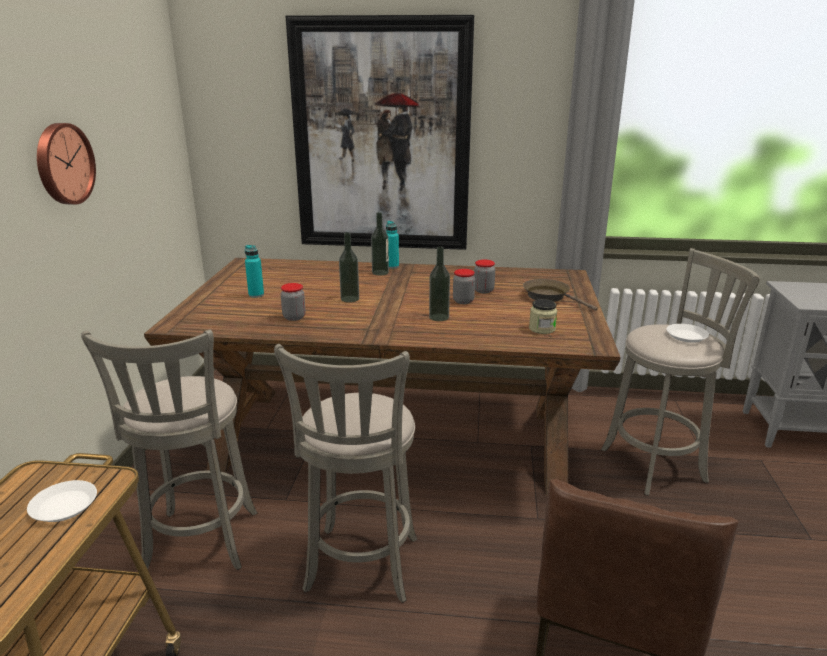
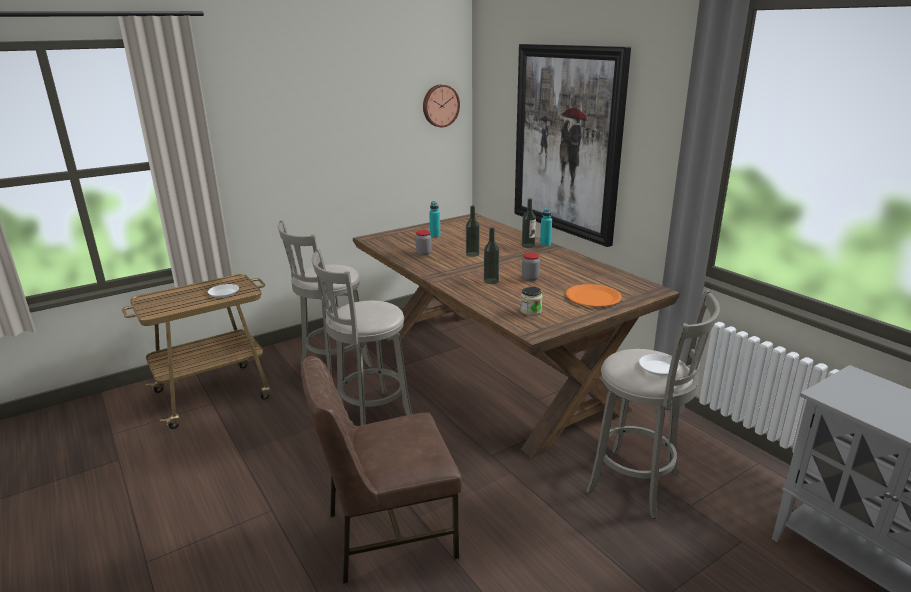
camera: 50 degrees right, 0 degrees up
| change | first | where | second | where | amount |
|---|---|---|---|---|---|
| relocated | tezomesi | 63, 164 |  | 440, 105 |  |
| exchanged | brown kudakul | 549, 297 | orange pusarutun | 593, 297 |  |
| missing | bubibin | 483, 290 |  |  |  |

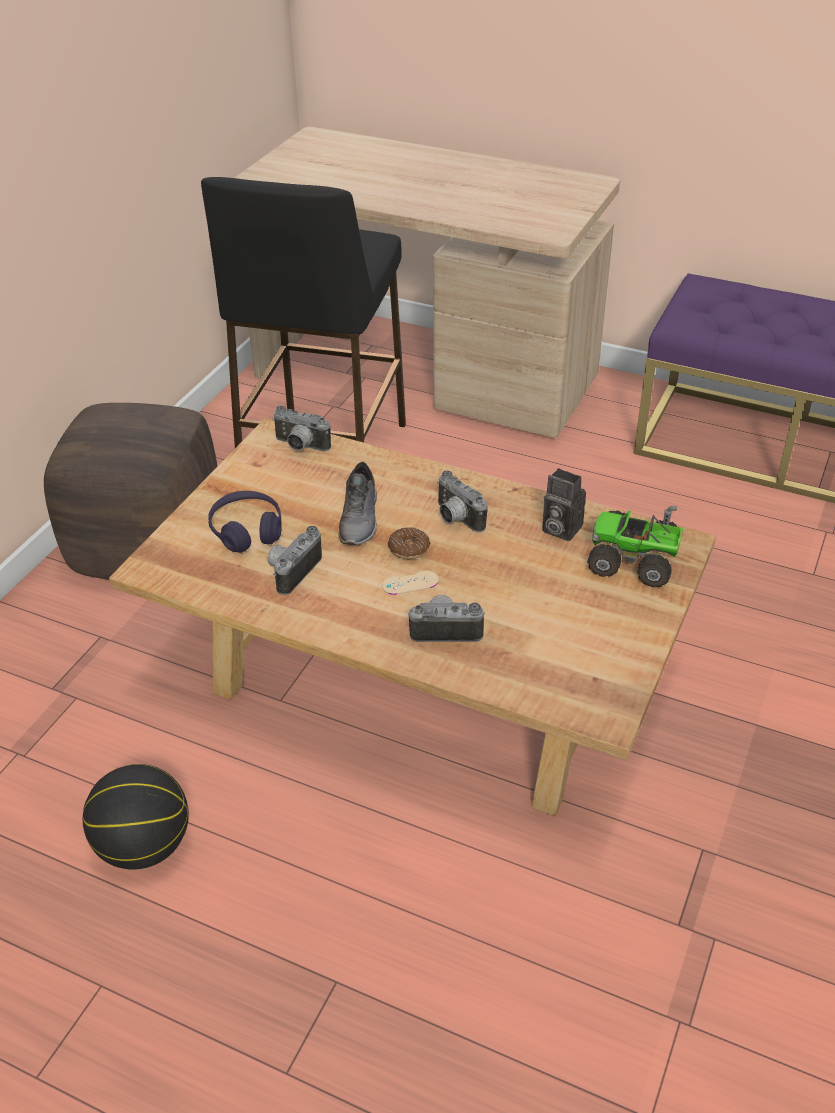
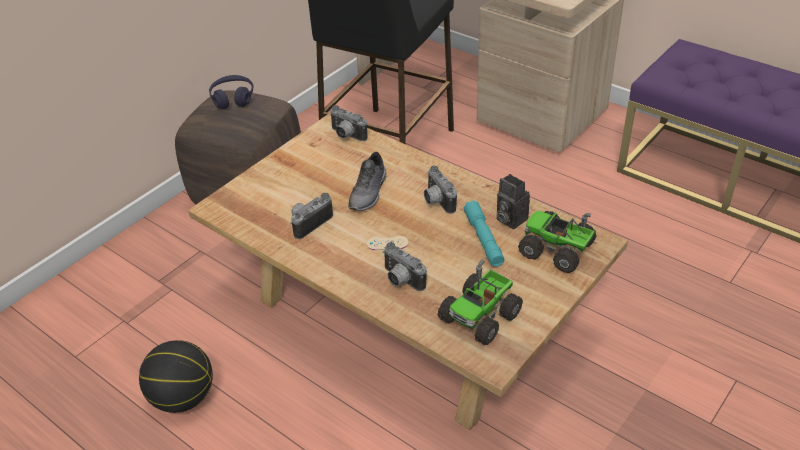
camera: 15 degrees right, 0 degrees up
| change | first | where | second | where | amount |
|---|---|---|---|---|---|
| relocated | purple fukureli | 247, 530 |  | 233, 98 |  |
| spun | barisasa | 446, 629 |  | 400, 280 | 150 degrees counterclockwise |
| appeared |  |  | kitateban | 481, 316 |  |
| appeared |  |  | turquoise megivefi | 483, 239 |  |
| missing | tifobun | 409, 549 |  |  |  |

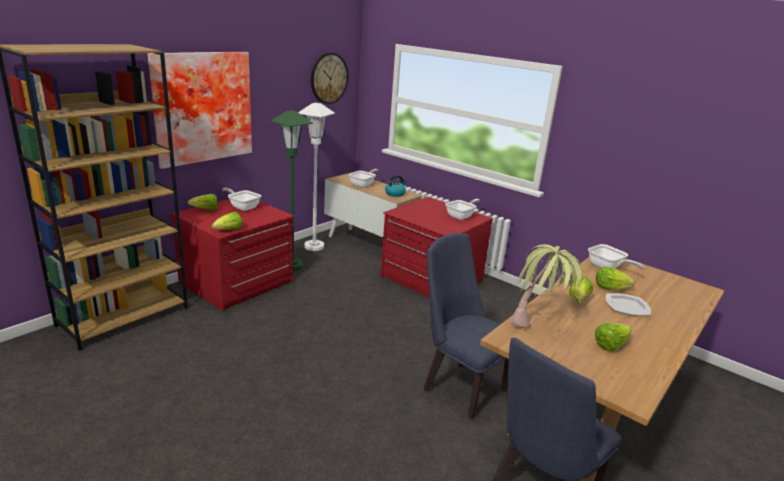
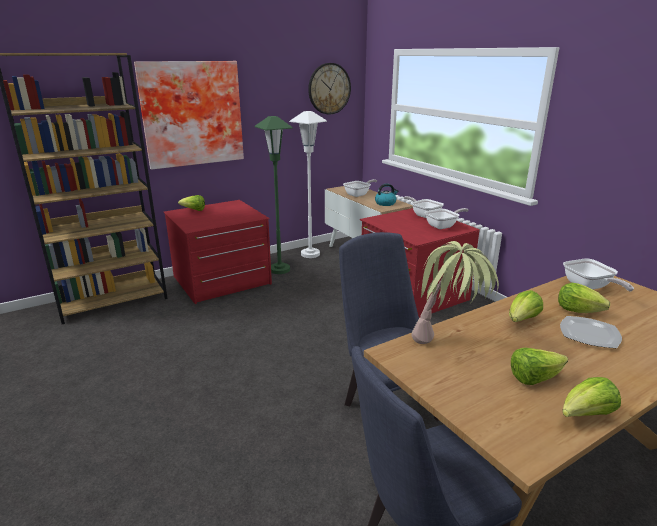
camera: 20 degrees right, 0 degrees up
| change | first | where | second | where | amount |
|---|---|---|---|---|---|
| relocated | kudakul | 242, 207 |  | 424, 215 |  |
| relocated | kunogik | 228, 230 |  | 586, 415 |  |

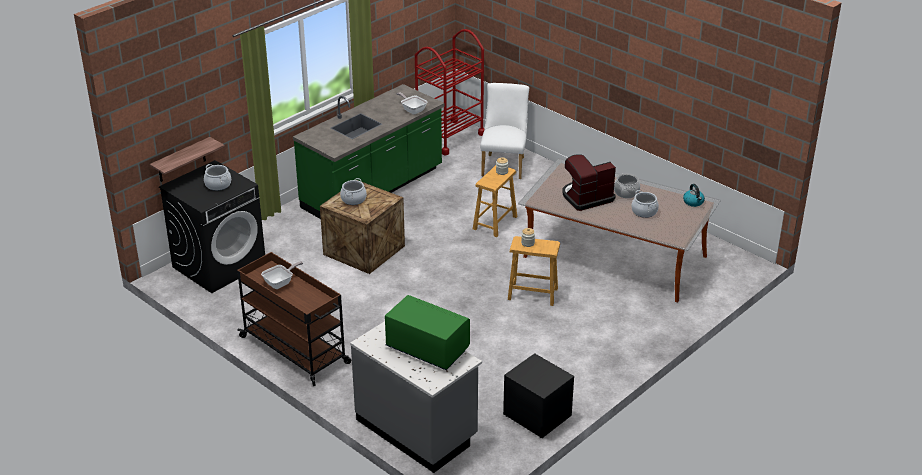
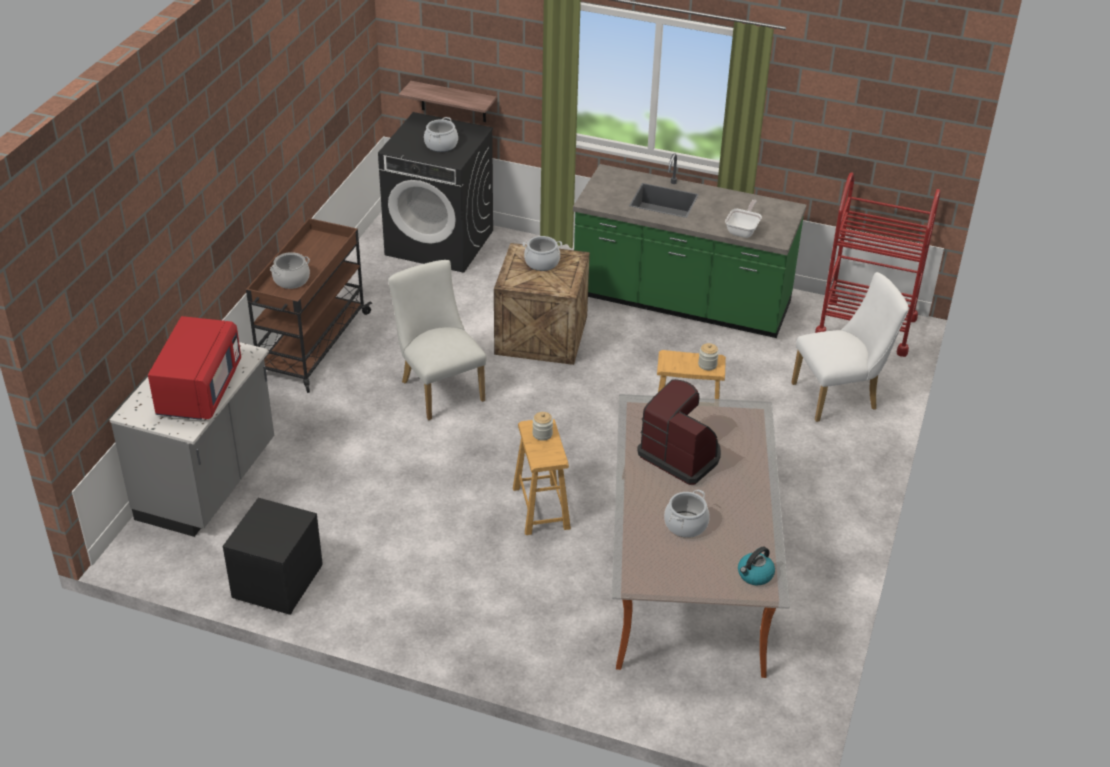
camera: 65 degrees right, 5 degrees up
| change | first | where | second | where | amount |
|---|---|---|---|---|---|
| colour | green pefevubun | 427, 349 | red pefevubun | 199, 390 |  |
| relocated | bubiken | 626, 192 |  | 291, 280 |  |
| appeared |  |  | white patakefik | 439, 388 |  |
| missing | kudakul | 281, 283 |  |  |  |

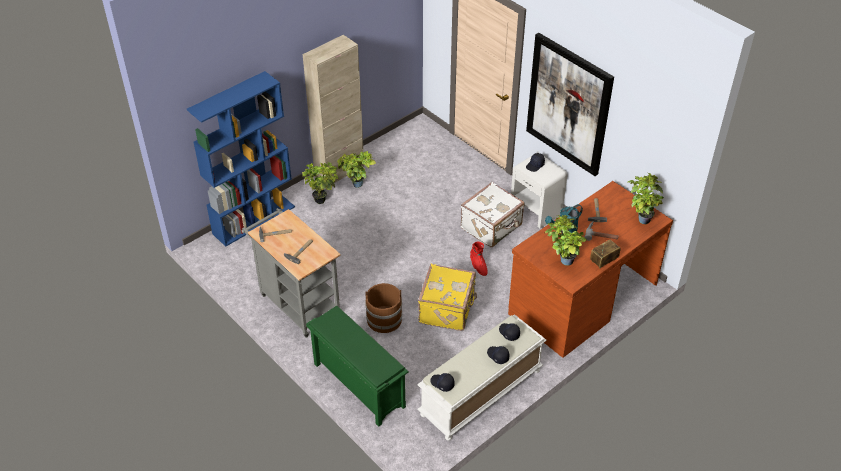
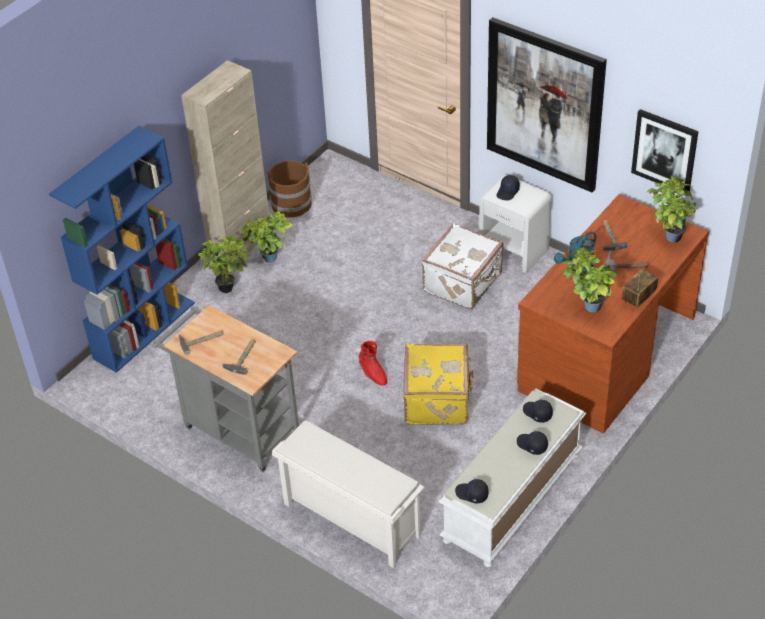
camera: 10 degrees left, 0 degrees up
| change | first | where | second | where | amount |
|---|---|---|---|---|---|
| relocated | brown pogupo | 384, 319 |  | 291, 204 |  |
| colour | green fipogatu | 357, 385 | white fipogatu | 350, 519 |  |
| relocated | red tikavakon | 478, 266 |  | 373, 374 |  |
| appeared |  |  | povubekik | 665, 151 |  |

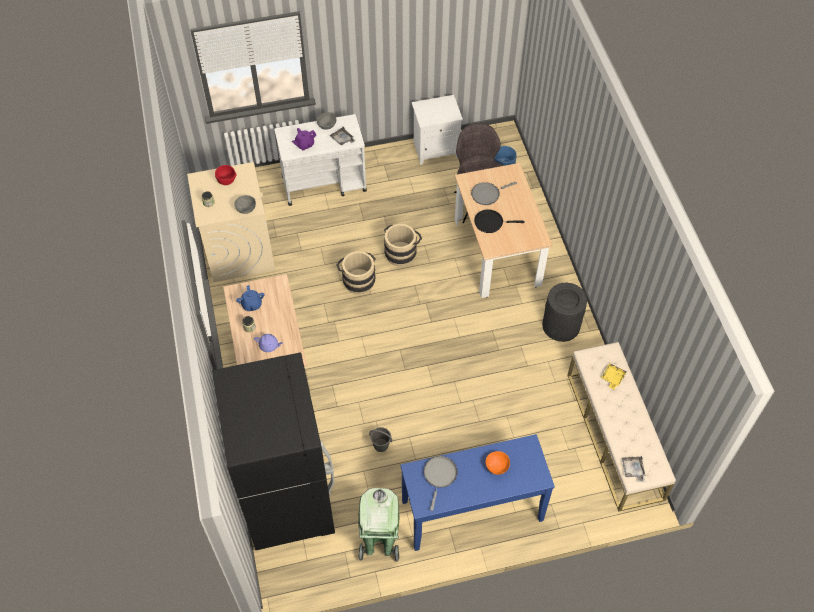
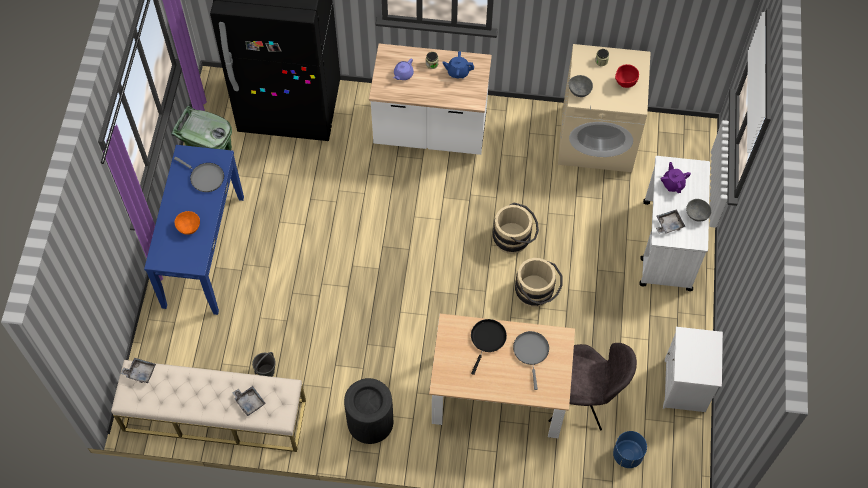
camera: 110 degrees right, 5 degrees up
| change | first | where | second | where | amount |
|---|---|---|---|---|---|
| colour | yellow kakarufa | 612, 378 | grey kakarufa | 249, 402 |  |
| relocated | grey pogupo | 380, 445 |  | 266, 371 |  |

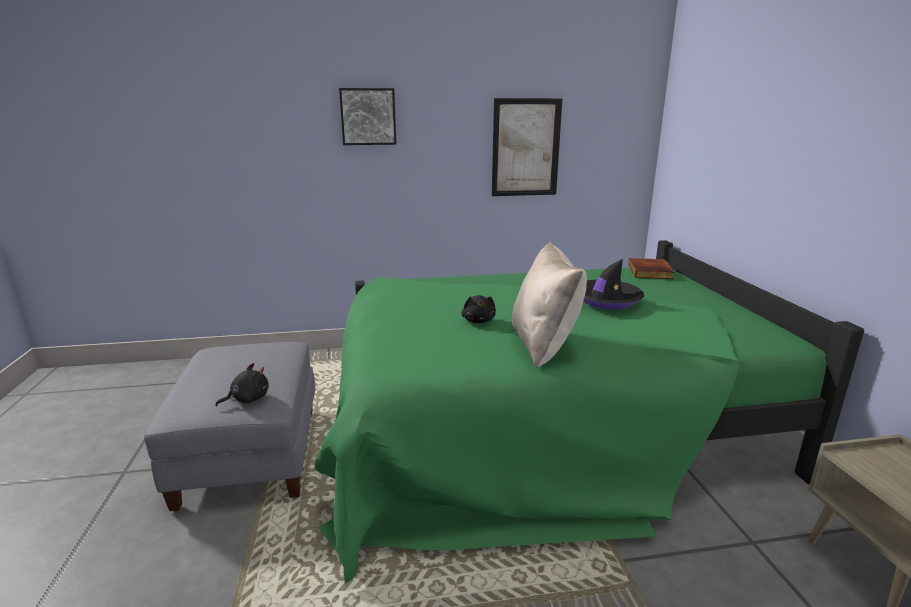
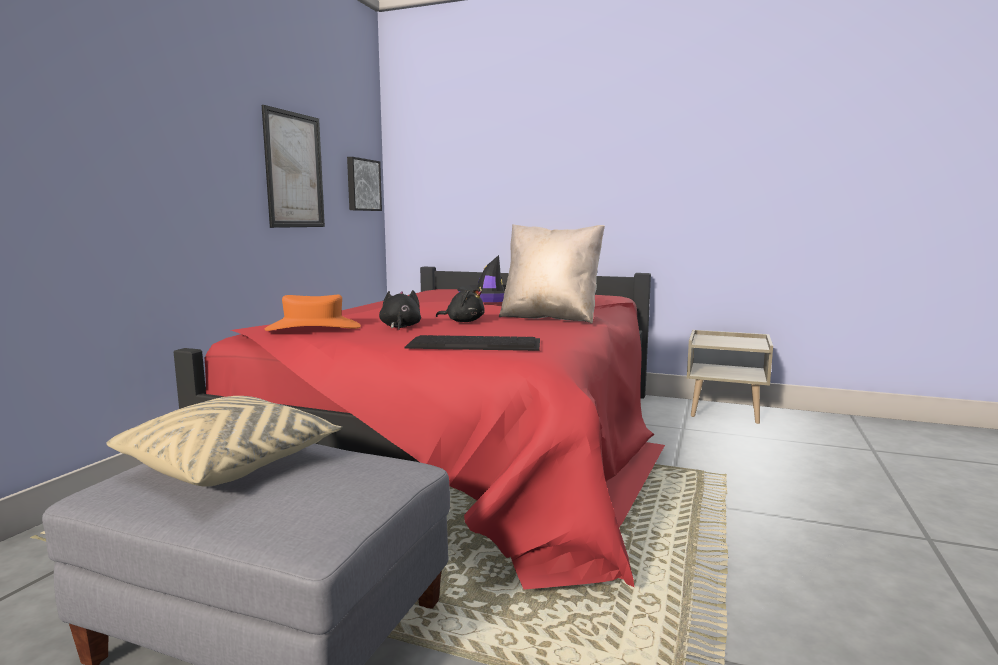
camera: 60 degrees left, 10 degrees down
| change | first | where | second | where | amount |
|---|---|---|---|---|---|
| appeared |  |  | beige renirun | 231, 464 |  |
| colour | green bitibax | 542, 422 | red bitibax | 476, 441 |  |
| appeared |  |  | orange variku | 313, 328 |  |
| relocated | povubekik | 368, 116 |  | 362, 185 |  |
| relocated | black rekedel | 247, 399 |  | 400, 327 |  |
| appeared |  |  | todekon | 476, 343 |  |
| missing | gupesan | 651, 272 |  |  |  |

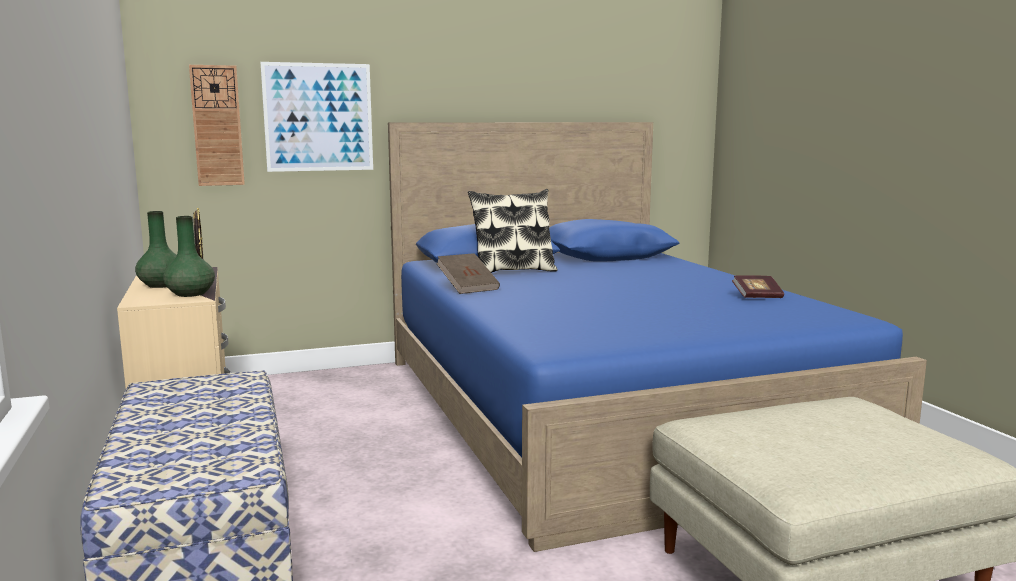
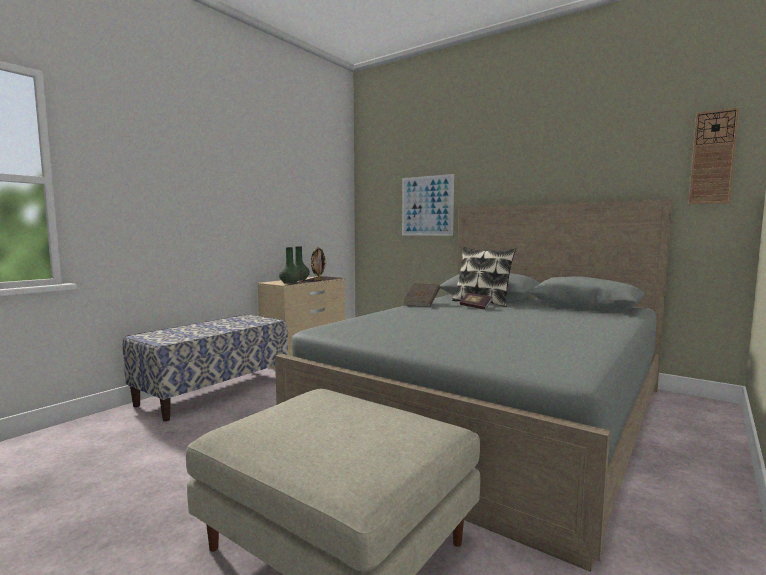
camera: 55 degrees right, 5 degrees down
| change | first | where | second | where | amount |
|---|---|---|---|---|---|
| colour | blue bitibax | 604, 410 | grey bitibax | 496, 413 |  |
| relocated | gupesan | 757, 297 |  | 475, 307 |  |
| relocated | tezomesi | 217, 126 |  | 713, 157 |  |

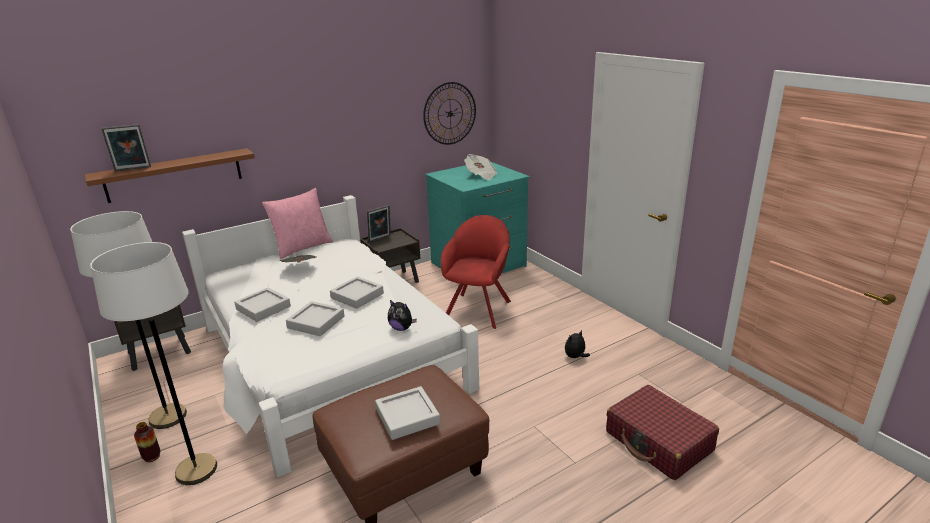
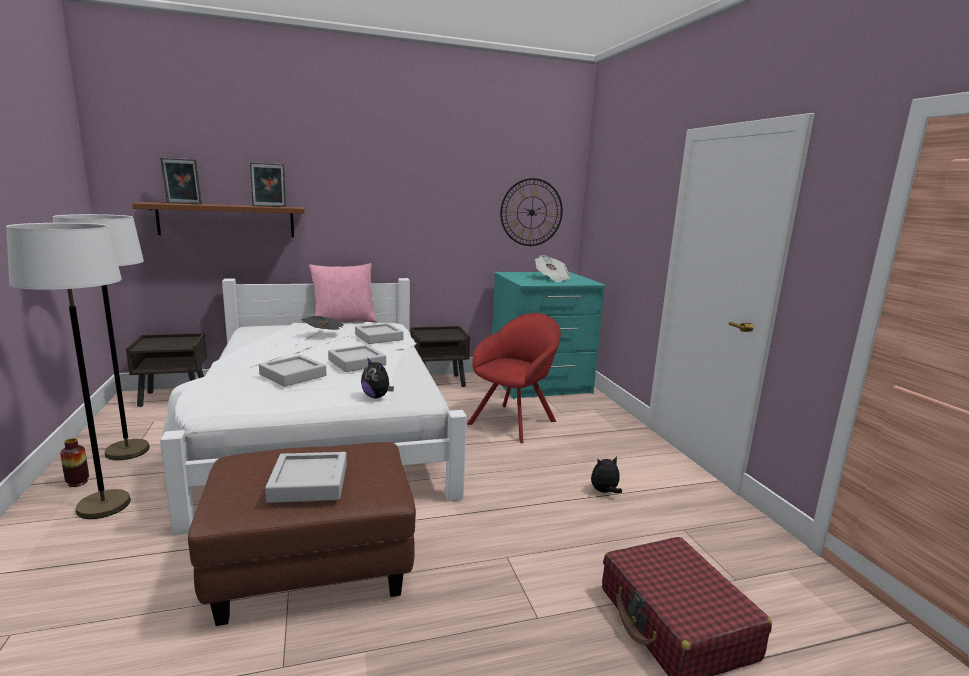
camera: 15 degrees right, 10 degrees down
| change | first | where | second | where | amount |
|---|---|---|---|---|---|
| relocated | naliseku | 380, 239 |  | 269, 206 |  |
| relocated | grey kakarufa | 263, 308 |  | 379, 337 |  |

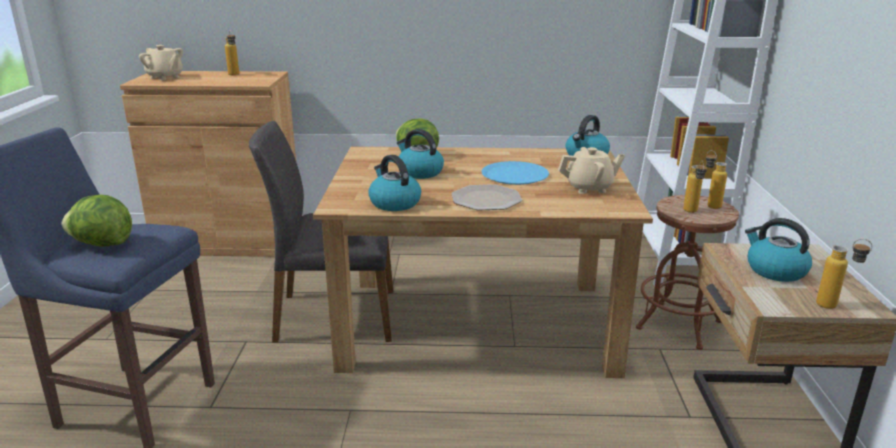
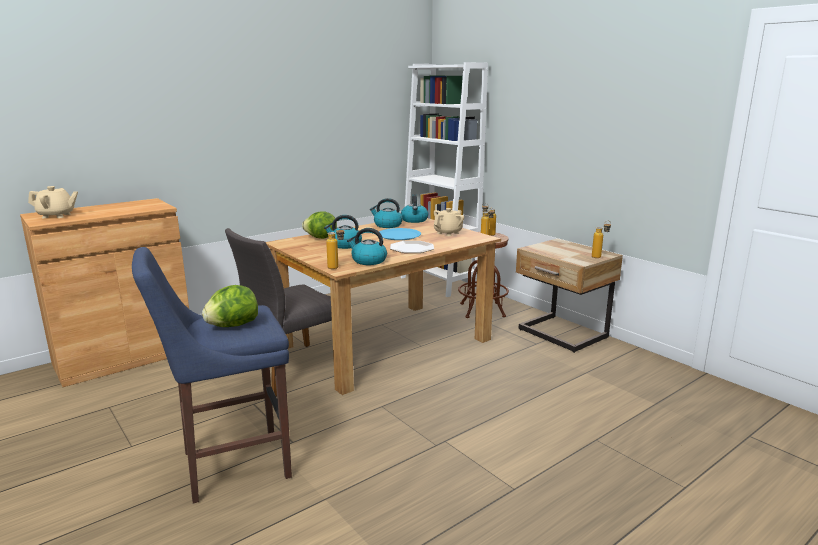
camera: 40 degrees left, 5 degrees down
| change | first | where | second | where | amount |
|---|---|---|---|---|---|
| relocated | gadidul | 234, 75 |  | 337, 268 |  |
| relocated | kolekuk | 775, 270 |  | 387, 225 |  |

